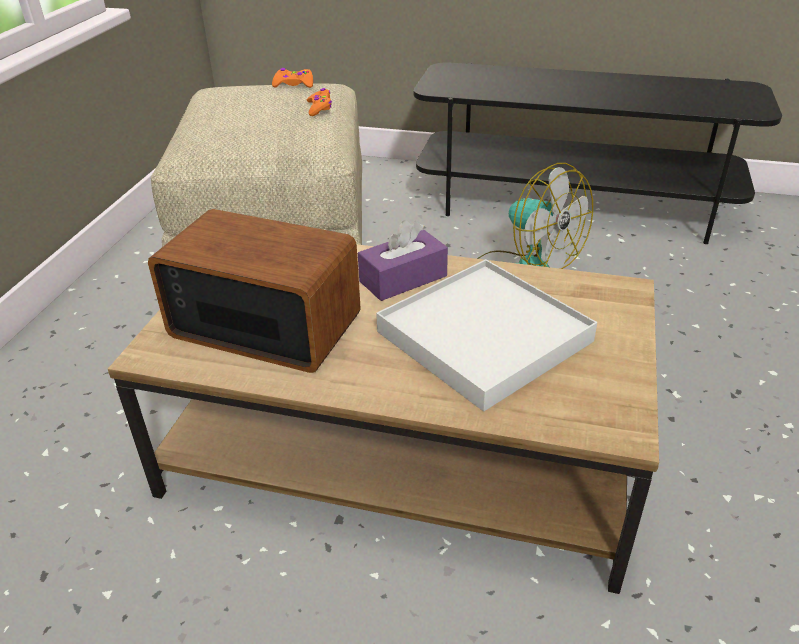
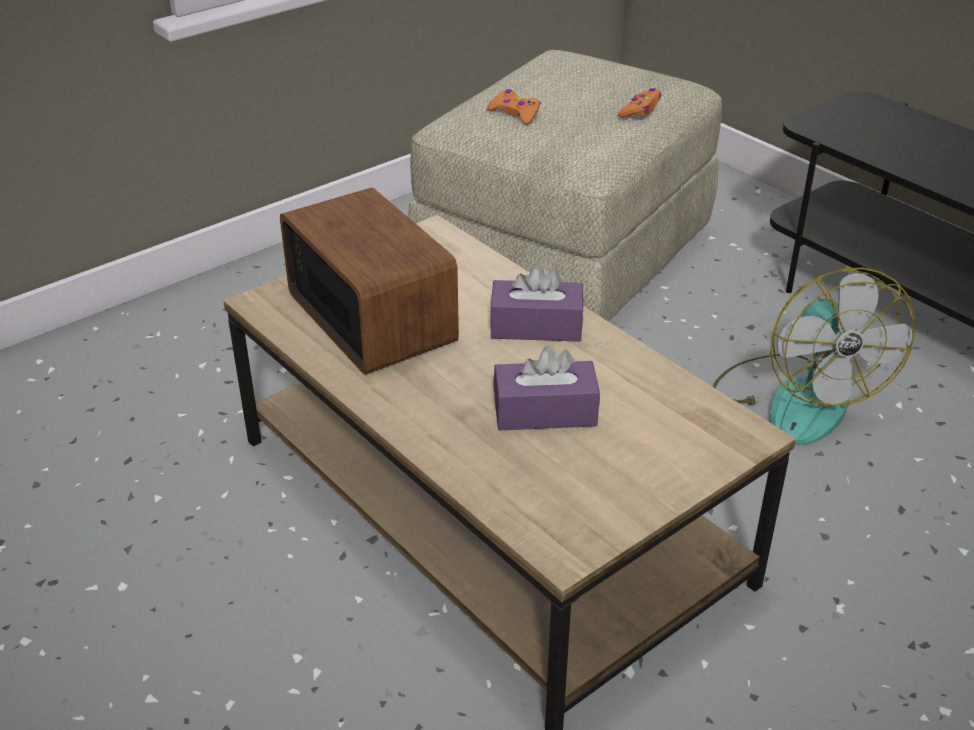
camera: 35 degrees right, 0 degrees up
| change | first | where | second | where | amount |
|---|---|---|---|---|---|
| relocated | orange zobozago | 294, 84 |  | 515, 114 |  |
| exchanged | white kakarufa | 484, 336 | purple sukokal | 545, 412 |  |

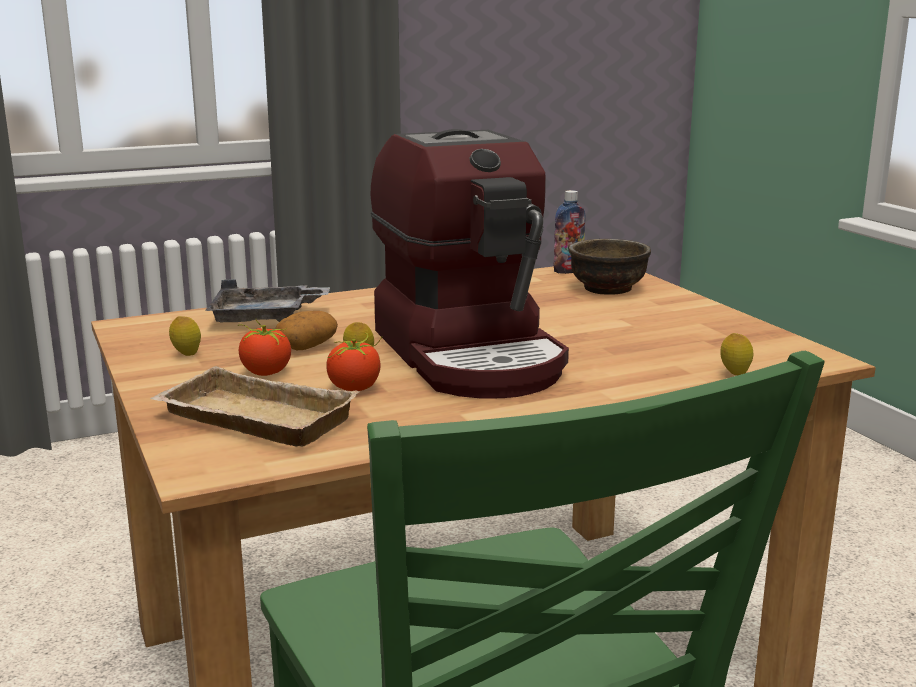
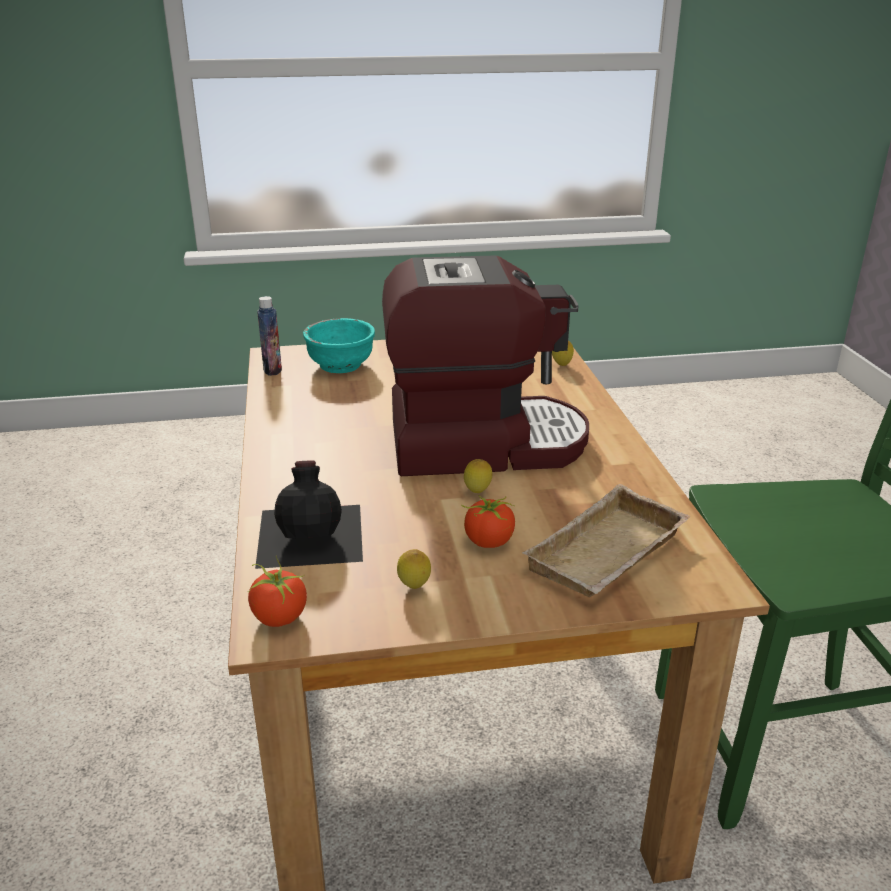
camera: 75 degrees left, 10 degrees up
| change | first | where | second | where | amount |
|---|---|---|---|---|---|
| relocated | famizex | 354, 388 |  | 279, 617 |  |
| exchanged | grey kakarufa | 265, 318 | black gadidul | 312, 533 |  |
| colour | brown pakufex | 608, 288 | turquoise pakufex | 340, 365 |  |
| missing | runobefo | 307, 346 |  |  |  |

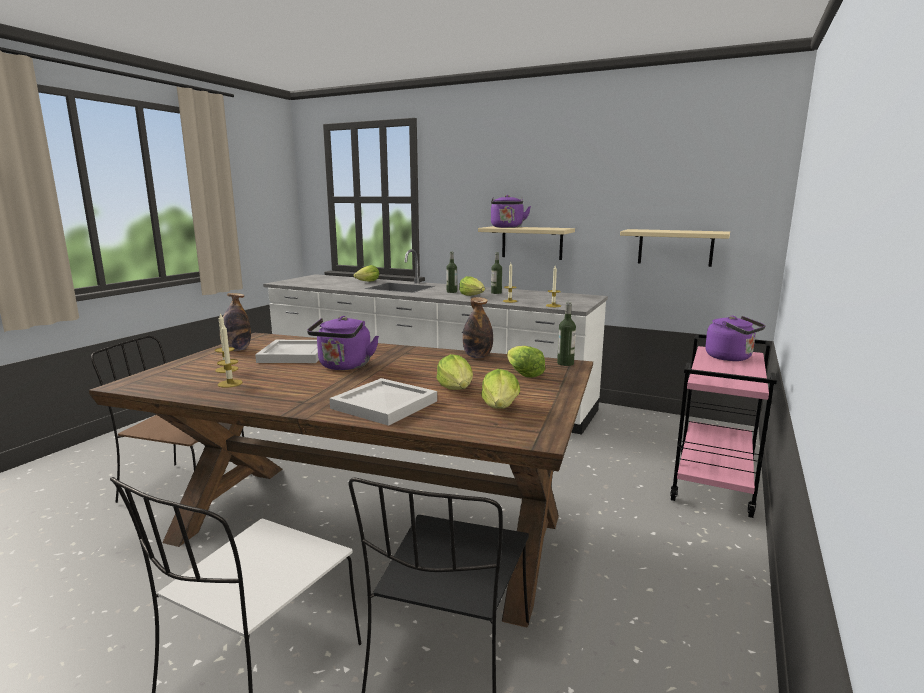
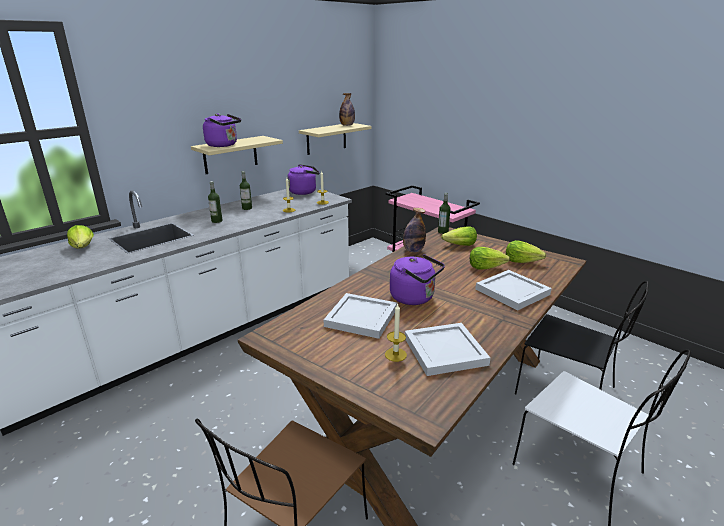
camera: 70 degrees left, 10 degrees up
| change | first | where | second | where | amount |
|---|---|---|---|---|---|
| relocated | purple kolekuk | 731, 358 |  | 304, 192 |  |
| relocated | gadidul | 236, 350 |  | 347, 125 |  |
| exchanged | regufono | 230, 383 | white kakarufa | 444, 352 |  |
| missing | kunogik | 472, 296 |  |  |  |

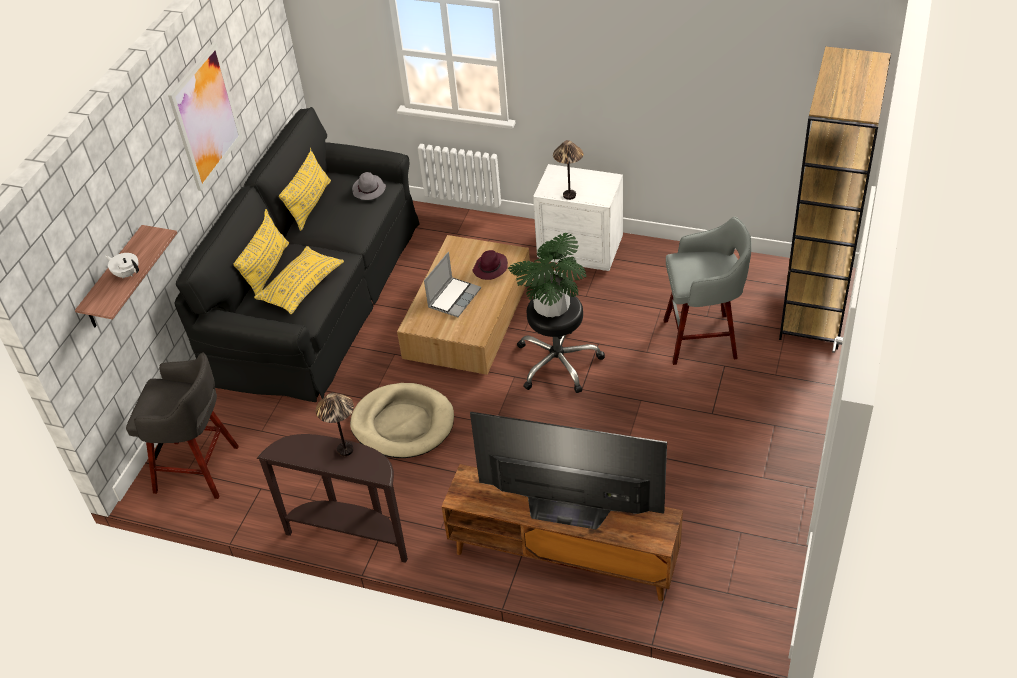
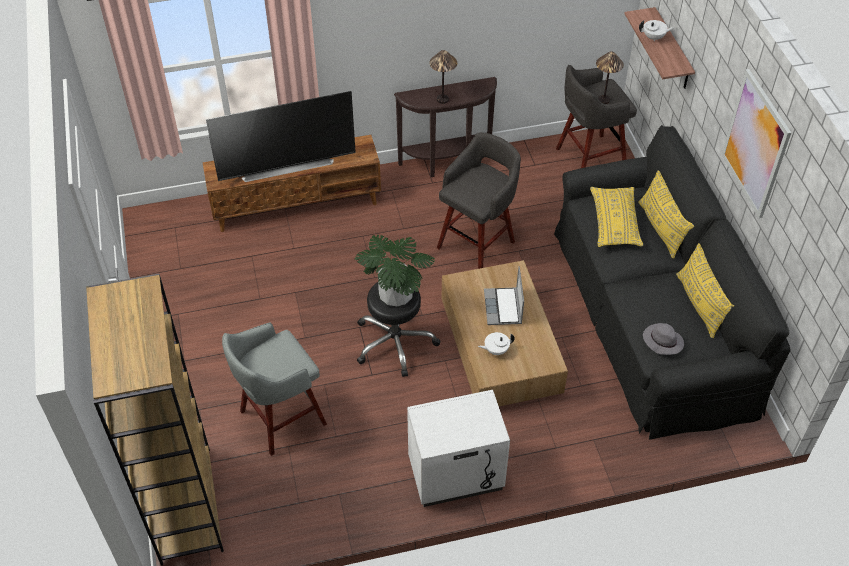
camera: 145 degrees right, 5 degrees up
| change | first | where | second | where | amount |
|---|---|---|---|---|---|
| exchanged | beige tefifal | 403, 424 | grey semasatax | 477, 243 |  |
| exchanged | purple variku | 490, 268 | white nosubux | 496, 350 |  |
| relocated | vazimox | 570, 195 |  | 603, 100 |  |

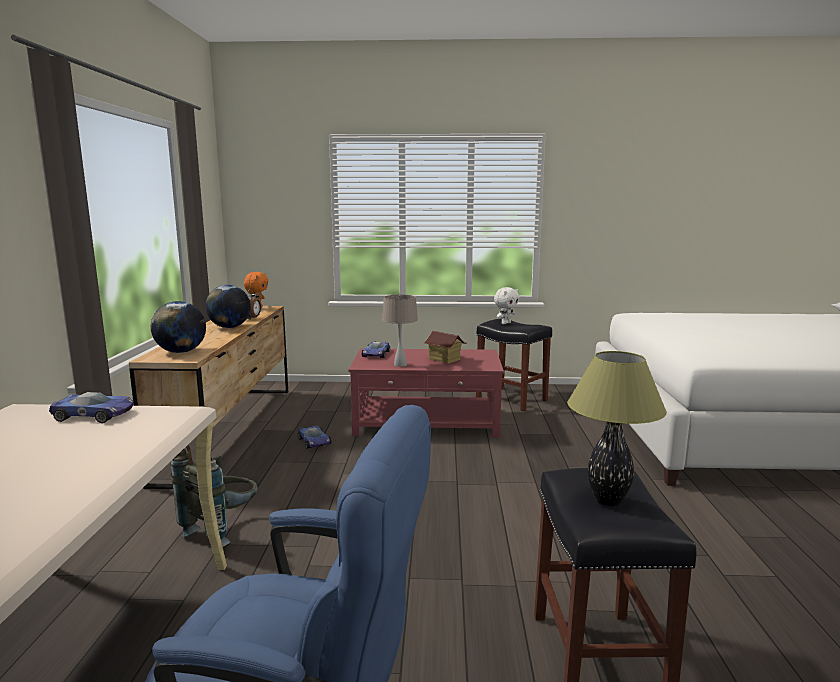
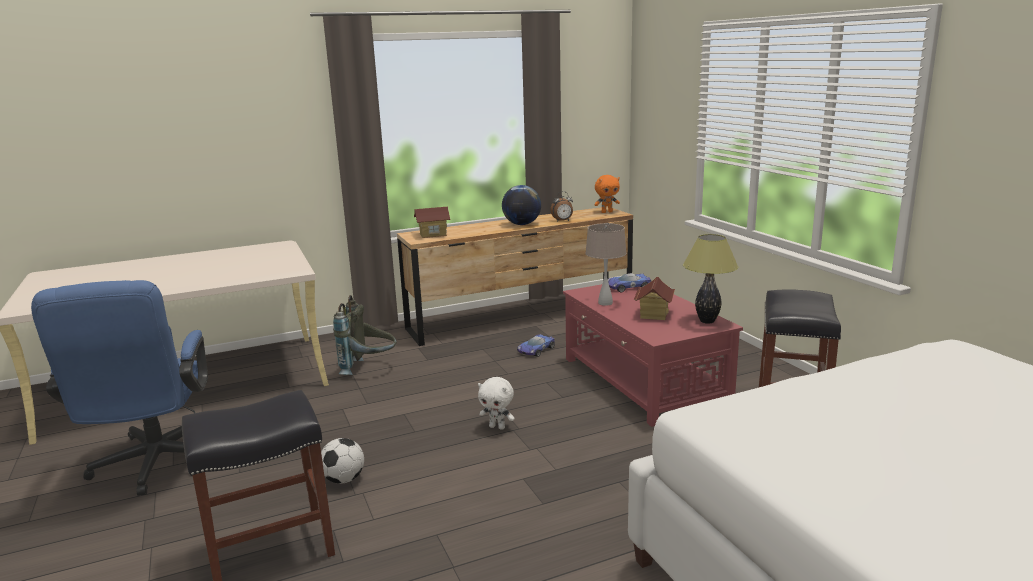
camera: 65 degrees right, 5 degrees up
| change | first | where | second | where | amount |
|---|---|---|---|---|---|
| appeared |  |  | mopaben | 343, 479 |  |
| exchanged | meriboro | 181, 352 | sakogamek | 433, 234 |  |
| relocated | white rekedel | 505, 323 |  | 497, 427 |  |
| relocated | vazimox | 607, 501 |  | 706, 321 |  |
| missing | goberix | 95, 414 |  |  |  |

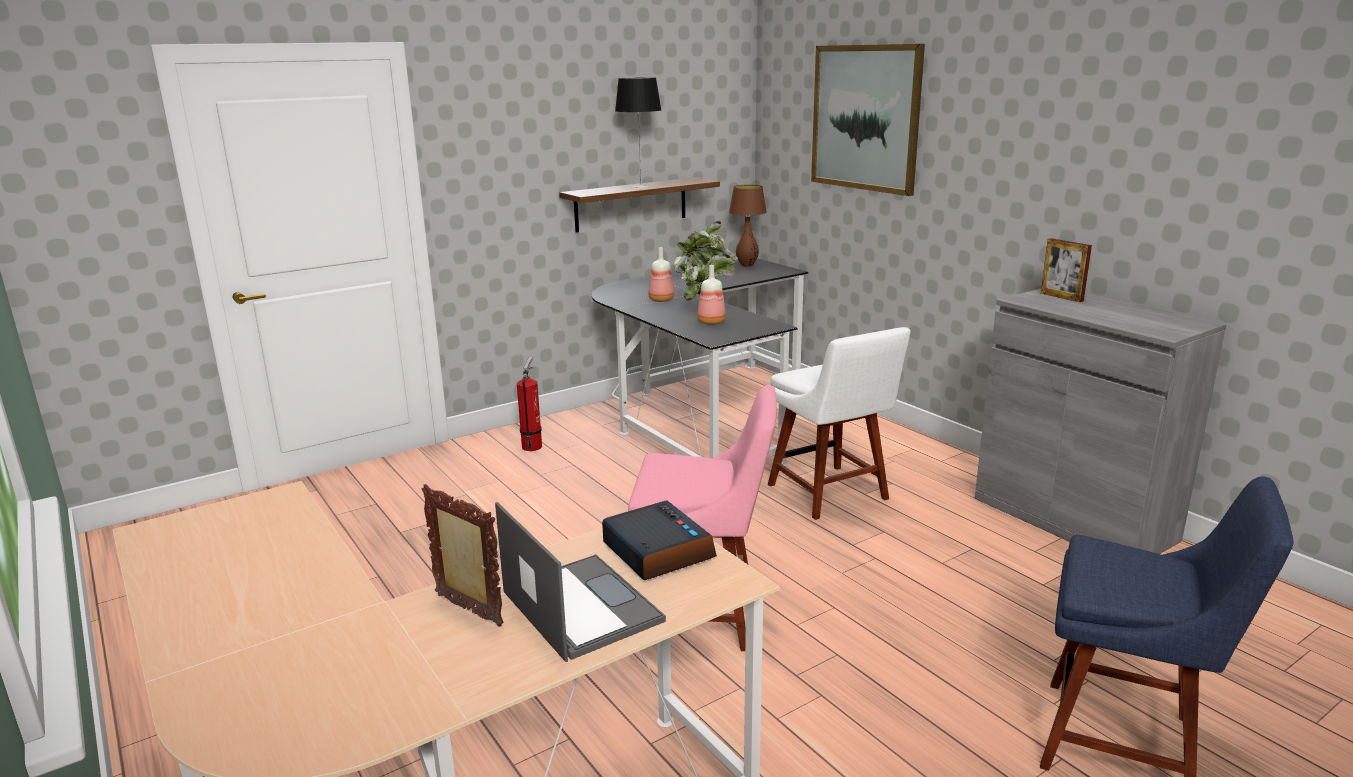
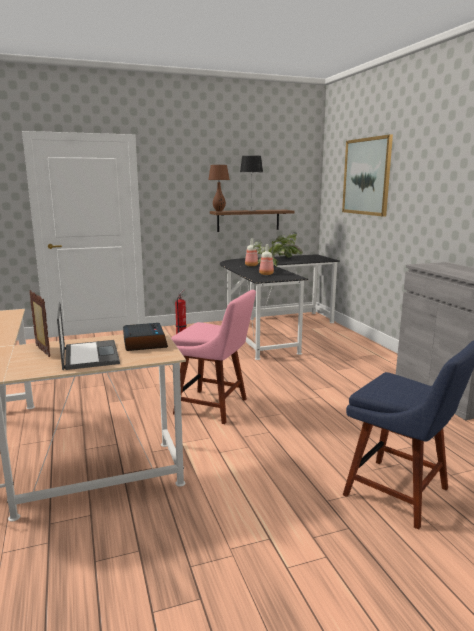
camera: 15 degrees right, 5 degrees down
| change | first | where | second | where | amount |
|---|---|---|---|---|---|
| relocated | brown vazimox | 747, 265 |  | 219, 211 |  |
| missing | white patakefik | 831, 494 |  |  |  |
| missing | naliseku | 1061, 297 |  |  |  |

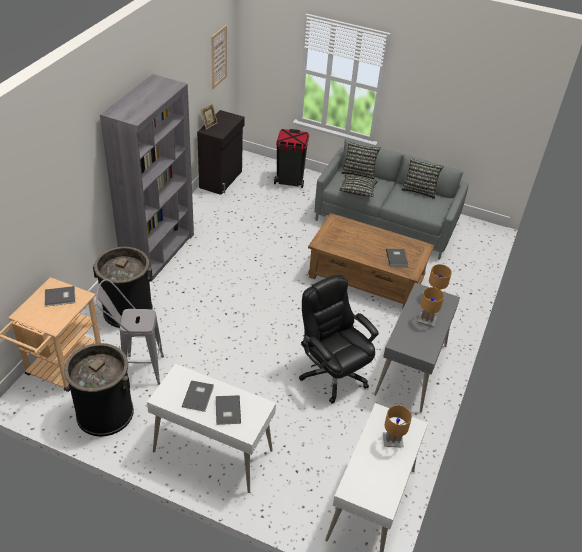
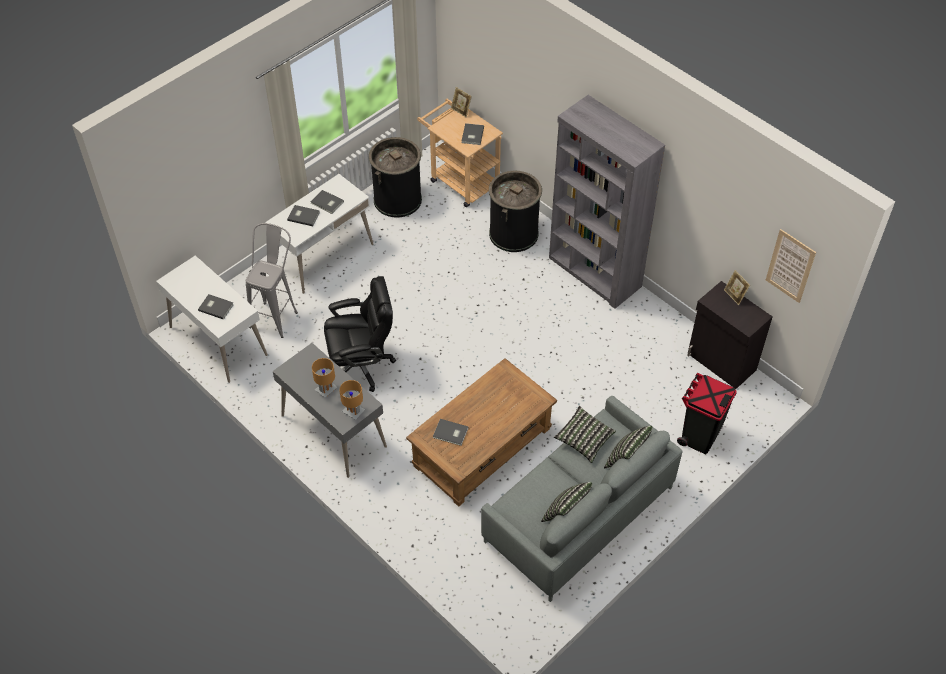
camera: 115 degrees right, 10 degrees up
| change | first | where | second | where | amount |
|---|---|---|---|---|---|
| exchanged | brown vazimox | 392, 441 | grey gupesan | 216, 307 |  |
| relocated | grey semasatax | 136, 369 |  | 277, 314 |  |
| appeared |  |  | naliseku | 461, 111 |  |

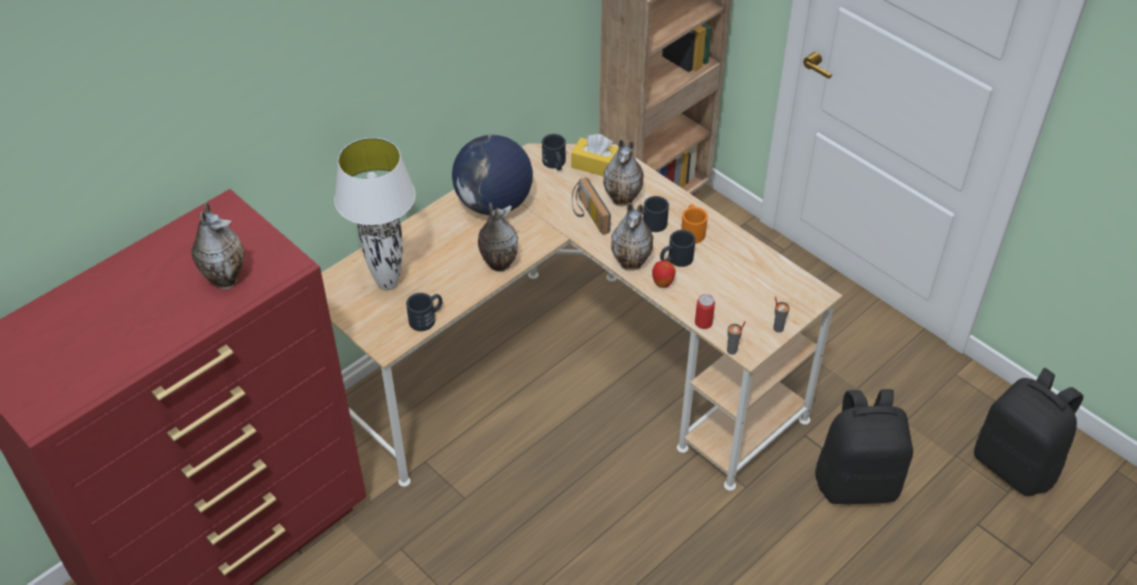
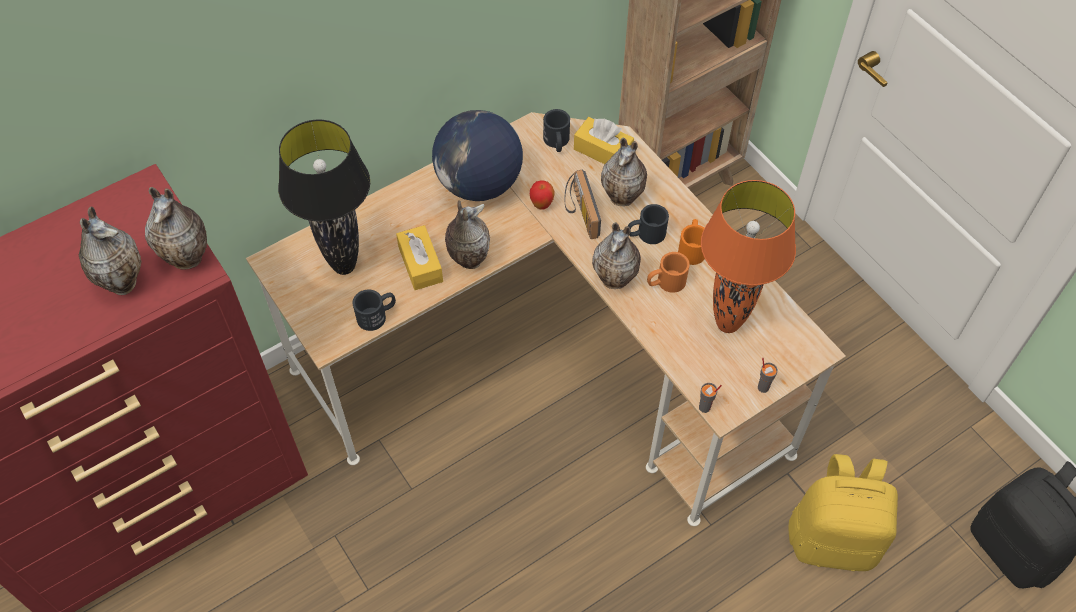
camera: 10 degrees right, 10 degrees up
| change | first | where | second | where | amount |
|---|---|---|---|---|---|
| appeared |  |  | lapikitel | 189, 258 |  |
| colour | white vazimox | 388, 283 | black vazimox | 345, 266 |  |
| appeared |  |  | yellow sukokal | 420, 264 |  |
| relocated | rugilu | 663, 284 |  | 542, 204 |  |
| colour | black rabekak | 675, 260 | orange rabekak | 665, 282 |  |
| appeared |  |  | orange vazimox | 728, 325 |  |
| colour | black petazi | 857, 482 | yellow petazi | 833, 538 |  |
| missing | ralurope | 703, 322 |  |  |  |

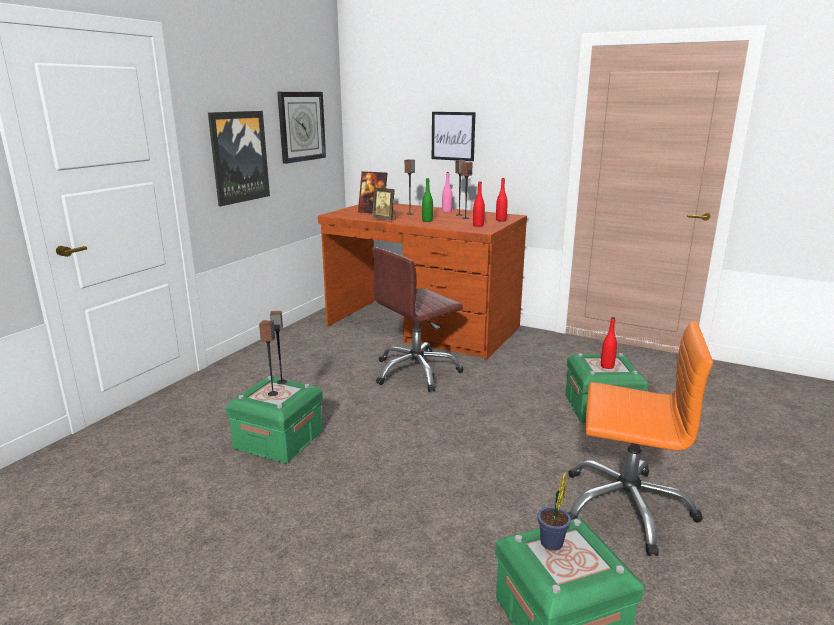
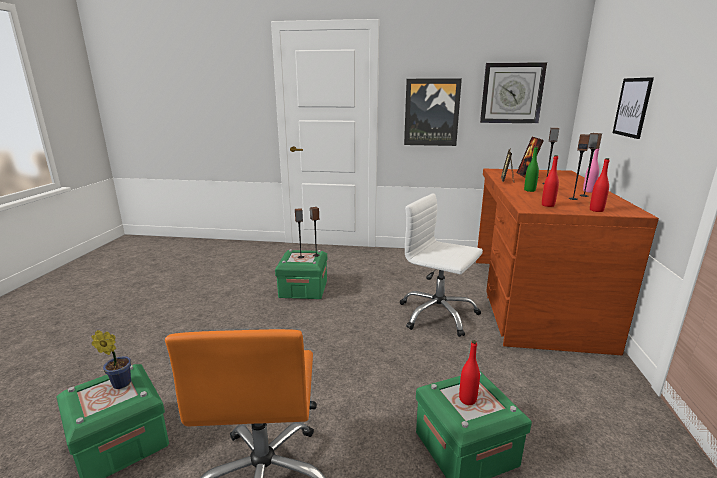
camera: 70 degrees right, 0 degrees up
| change | first | where | second | where | amount |
|---|---|---|---|---|---|
| colour | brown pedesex | 416, 372 | white pedesex | 437, 314 |  |

